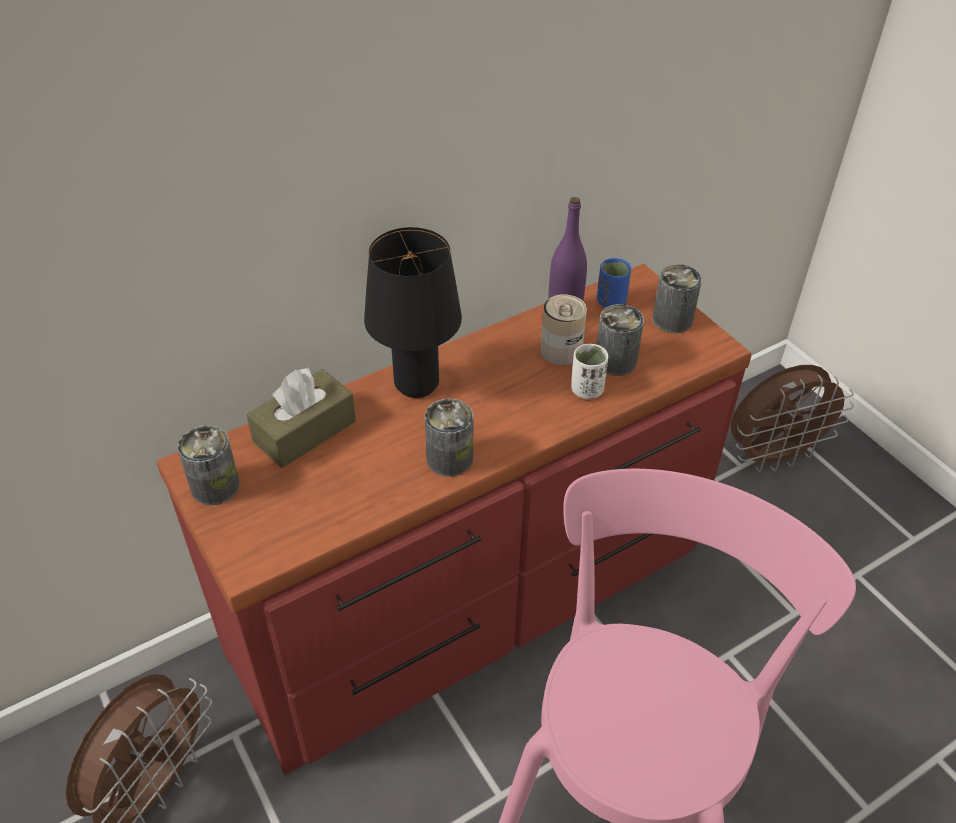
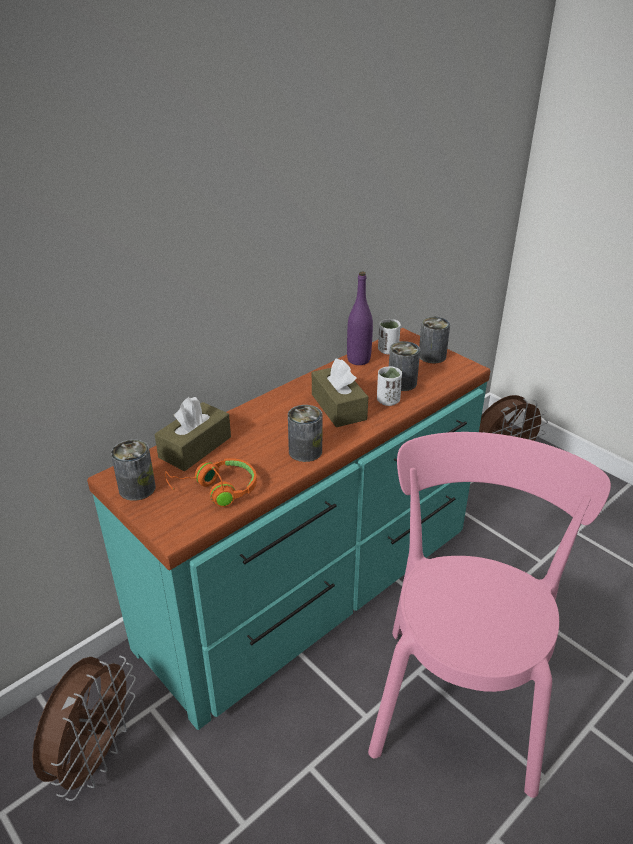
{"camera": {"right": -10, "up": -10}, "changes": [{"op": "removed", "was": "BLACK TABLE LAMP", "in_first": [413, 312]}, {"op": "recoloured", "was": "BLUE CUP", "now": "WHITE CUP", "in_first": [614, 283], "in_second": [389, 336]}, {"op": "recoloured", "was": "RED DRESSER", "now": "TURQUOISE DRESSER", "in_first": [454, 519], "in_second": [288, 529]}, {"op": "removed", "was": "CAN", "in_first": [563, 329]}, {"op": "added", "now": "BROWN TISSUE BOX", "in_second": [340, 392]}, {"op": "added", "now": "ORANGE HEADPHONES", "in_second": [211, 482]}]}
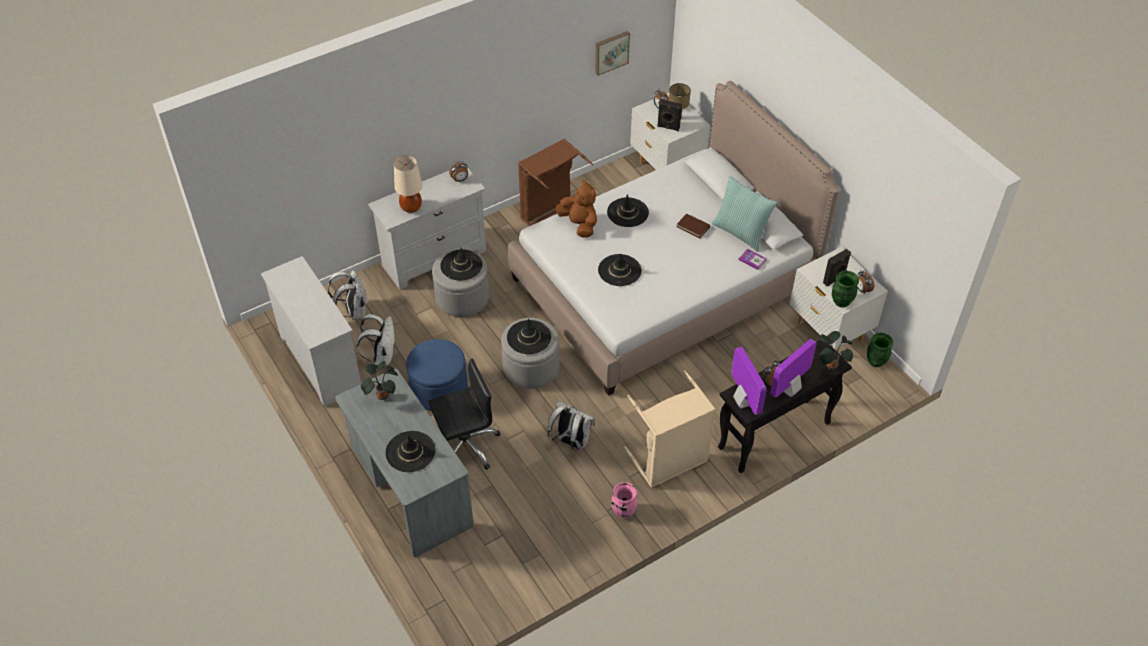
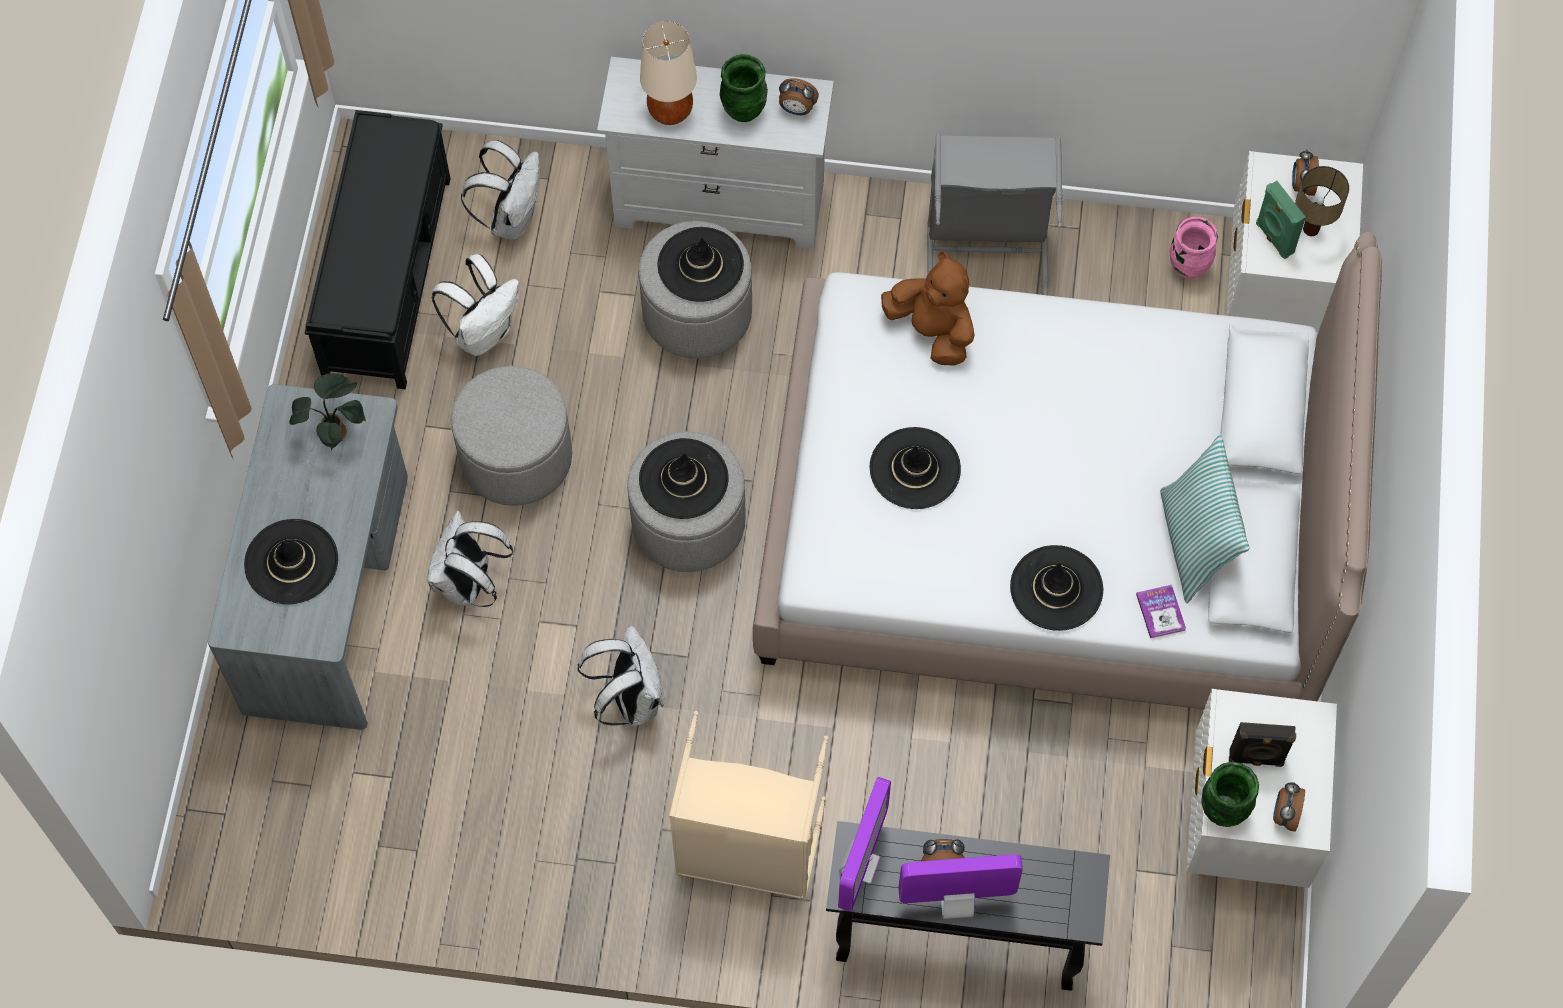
{"camera": {"right": 40, "up": 15}, "changes": [{"op": "removed", "was": "PICTURE", "in_first": [612, 53]}, {"op": "recoloured", "was": "BLACK SPEAKER", "now": "GREEN SPEAKER", "in_first": [669, 115], "in_second": [1281, 220]}, {"op": "recoloured", "was": "BROWN LAUNDRY BASKET", "now": "GREY LAUNDRY BASKET", "in_first": [555, 182], "in_second": [995, 215]}, {"op": "turned", "was": "BROWN PLUSH TOY", "in_first": [576, 209], "in_second": [928, 308], "clockwise": -45}, {"op": "moved", "was": "BLACK HAT", "in_first": [628, 210], "in_second": [1056, 588]}, {"op": "removed", "was": "BROWN BOOK", "in_first": [693, 226]}, {"op": "replaced", "was": "WHITE DRESSER", "now": "BLACK BENCH", "in_first": [311, 331], "in_second": [378, 249]}, {"op": "removed", "was": "POTTED PLANT", "in_first": [836, 350]}, {"op": "moved", "was": "GREEN VASE", "in_first": [880, 349], "in_second": [744, 88]}, {"op": "recoloured", "was": "BLUE OTTOMAN", "now": "GREY OTTOMAN", "in_first": [437, 375], "in_second": [511, 436]}, {"op": "replaced", "was": "BLACK OFFICE CHAIR", "now": "WHITE BACKPACK", "in_first": [464, 414], "in_second": [470, 559]}, {"op": "moved", "was": "PINK VASE", "in_first": [624, 500], "in_second": [1194, 248]}]}
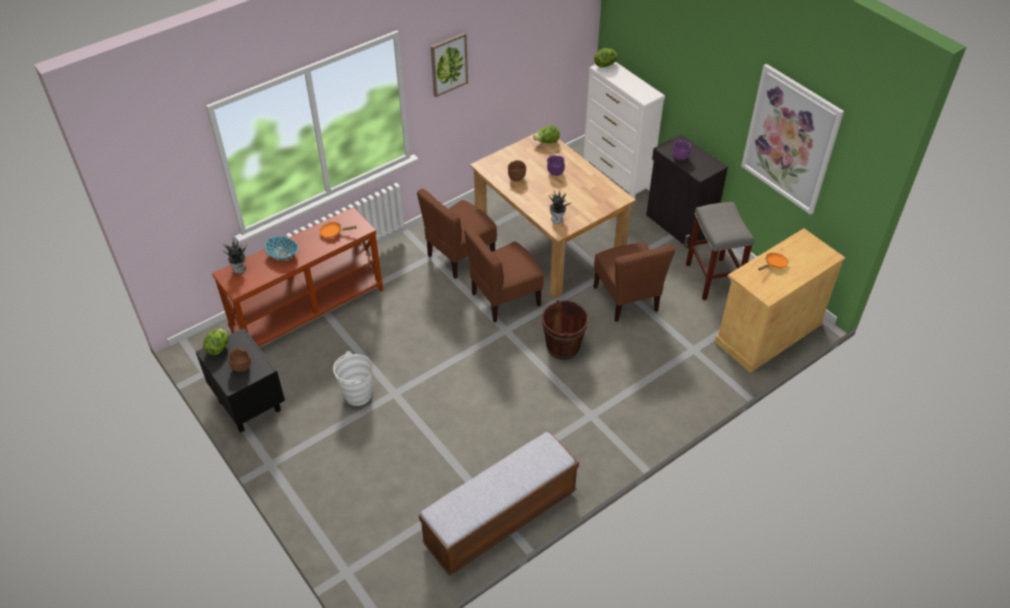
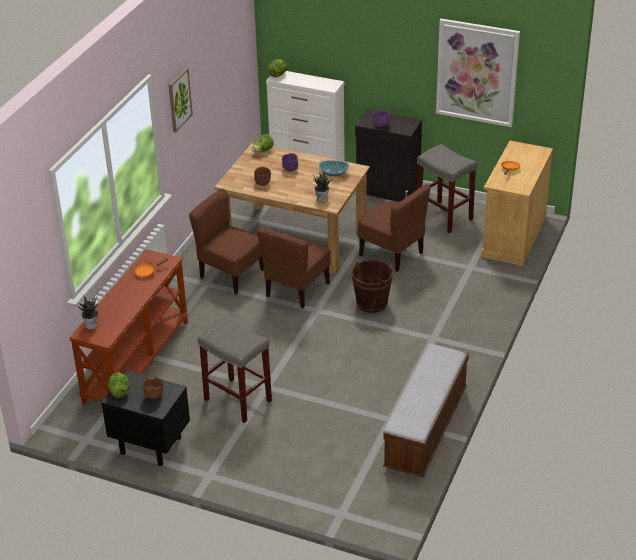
{"camera": {"right": -30, "up": -10}, "changes": [{"op": "turned", "was": "BROWN CHAIR", "in_first": [457, 234], "in_second": [226, 241], "clockwise": 105}, {"op": "moved", "was": "BOWL", "in_first": [281, 248], "in_second": [334, 168]}, {"op": "replaced", "was": "WHITE BUCKET", "now": "GREY STOOL", "in_first": [353, 378], "in_second": [235, 370]}]}
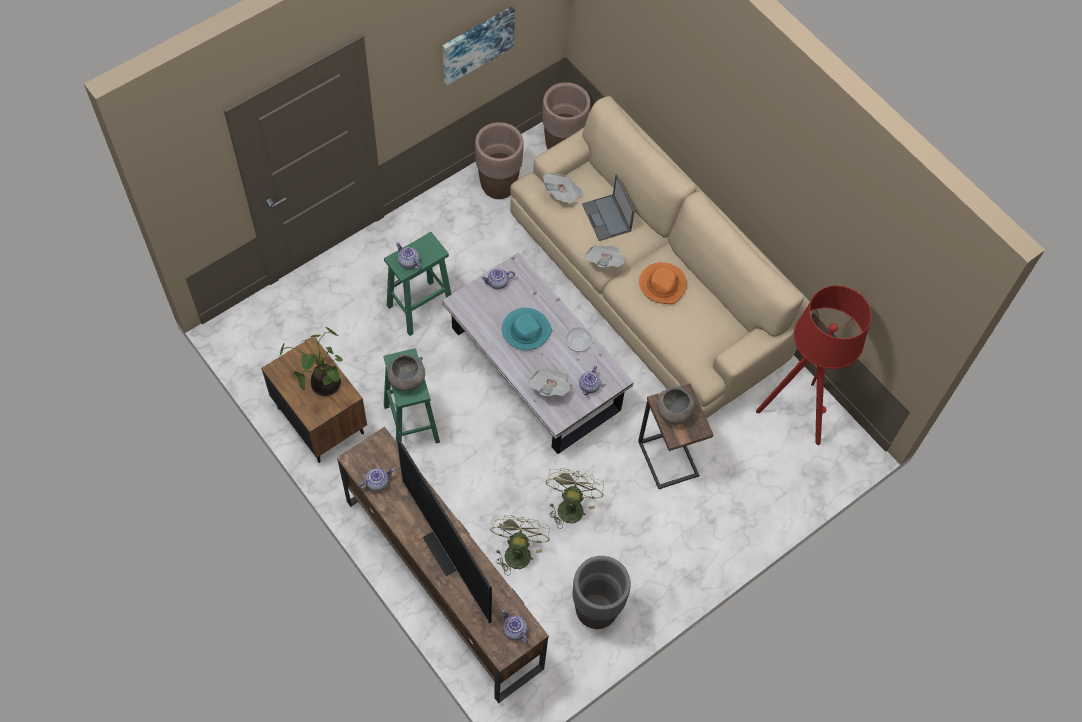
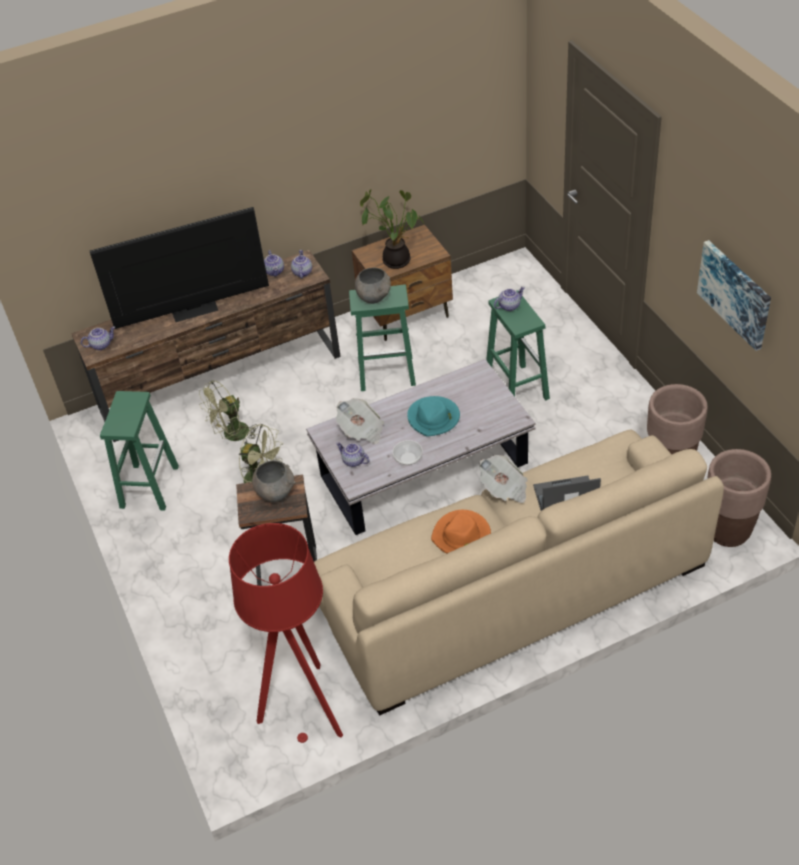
{"camera": {"right": 110, "up": -15}, "changes": [{"op": "removed", "was": "NEWSPAPER", "in_first": [563, 188]}, {"op": "moved", "was": "TEAPOT", "in_first": [498, 278], "in_second": [301, 264]}, {"op": "turned", "was": "GREEN FAN", "in_first": [520, 545], "in_second": [228, 412], "clockwise": 120}, {"op": "replaced", "was": "GREY PLANTER", "now": "GREEN STOOL", "in_first": [601, 592], "in_second": [139, 451]}]}
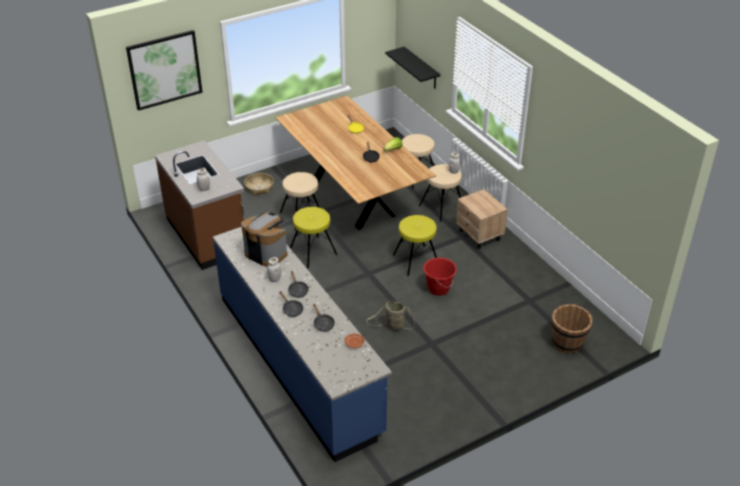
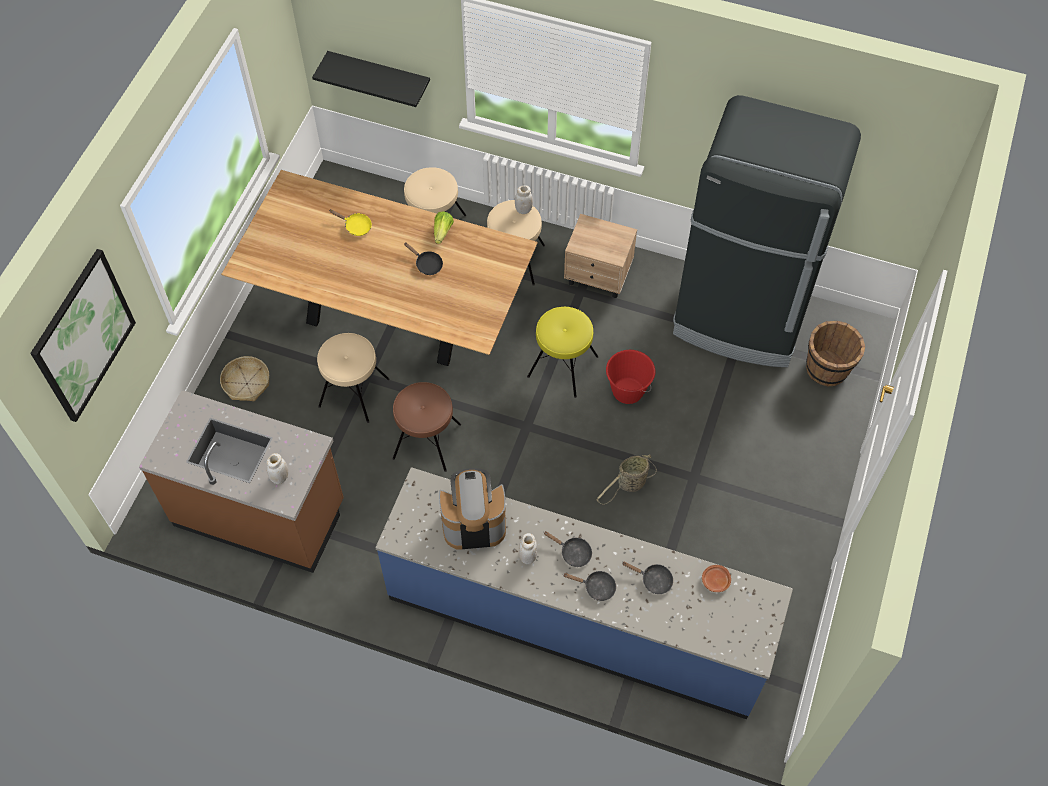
{"camera": {"right": -40, "up": 20}, "changes": [{"op": "recoloured", "was": "YELLOW STOOL", "now": "BROWN STOOL", "in_first": [313, 237], "in_second": [426, 427]}, {"op": "added", "now": "BLACK FRIDGE", "in_second": [767, 231]}]}
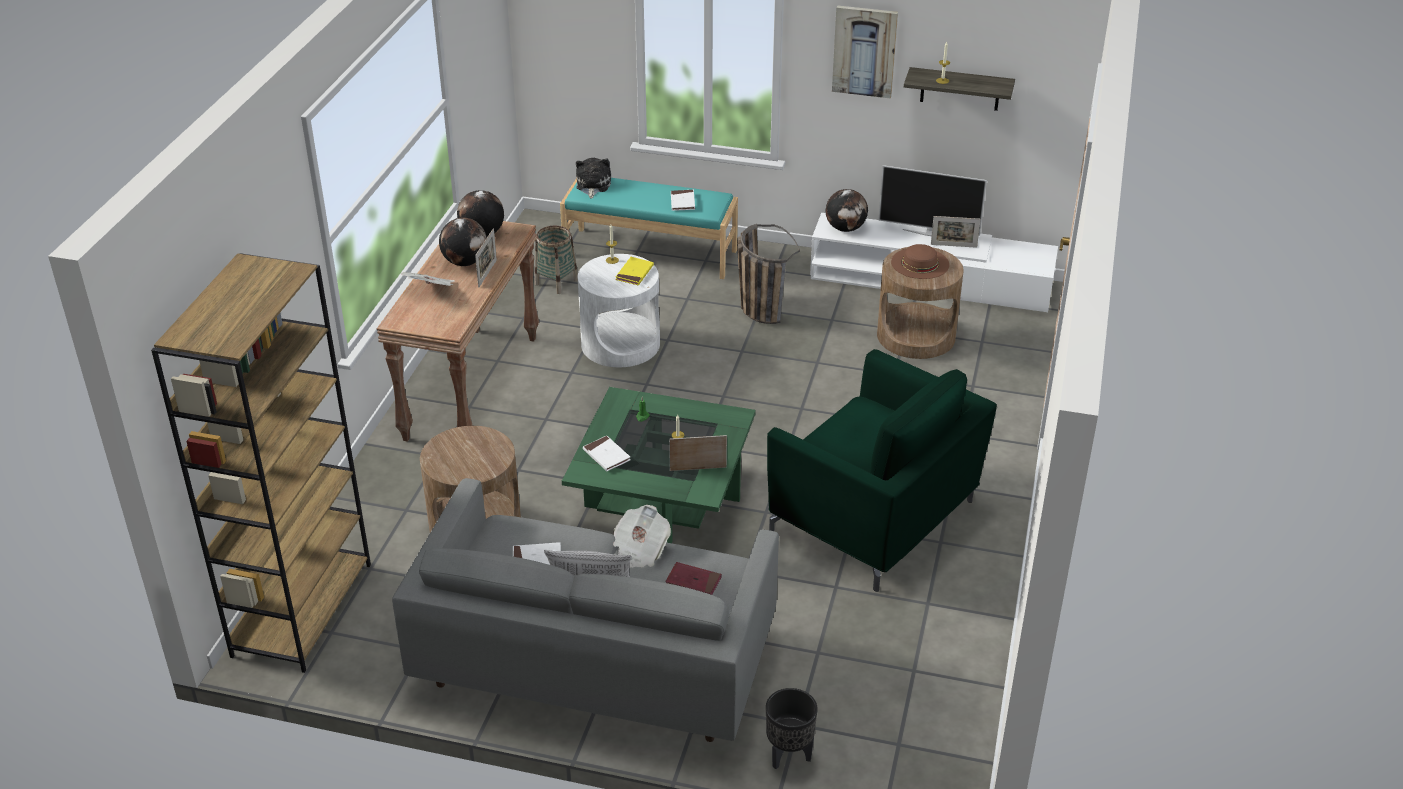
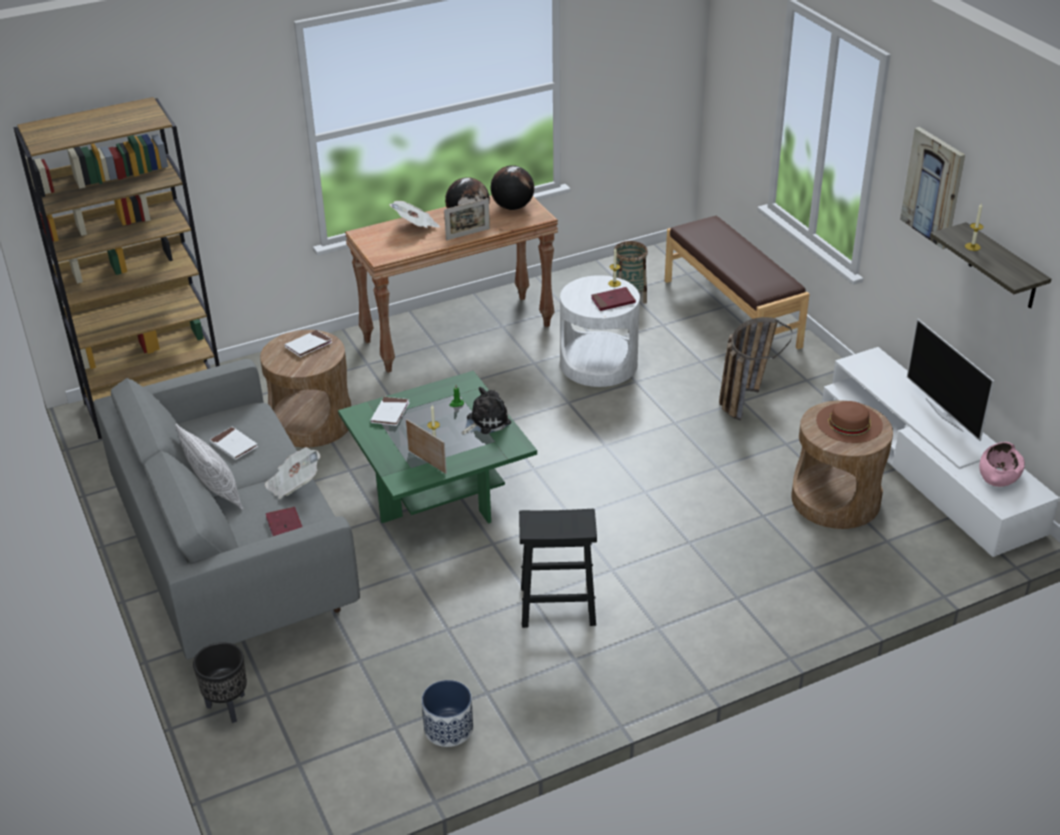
{"camera": {"right": 50, "up": 0}, "changes": [{"op": "moved", "was": "PLUSH TOY", "in_first": [593, 178], "in_second": [486, 410]}, {"op": "recoloured", "was": "TURQUOISE BENCH", "now": "BROWN BENCH", "in_first": [649, 228], "in_second": [737, 282]}, {"op": "removed", "was": "GLOBE", "in_first": [847, 210]}, {"op": "moved", "was": "WHITE BOOK", "in_first": [683, 200], "in_second": [308, 343]}, {"op": "removed", "was": "PICTURE FRAME", "in_first": [956, 232]}, {"op": "recoloured", "was": "YELLOW BOOK", "now": "RED BOOK", "in_first": [634, 271], "in_second": [613, 299]}, {"op": "replaced", "was": "GREEN ARMCHAIR", "now": "BLACK STOOL", "in_first": [882, 470], "in_second": [558, 568]}, {"op": "added", "now": "PINK BOWL", "in_second": [1002, 464]}, {"op": "added", "now": "PLANTER", "in_second": [447, 713]}]}
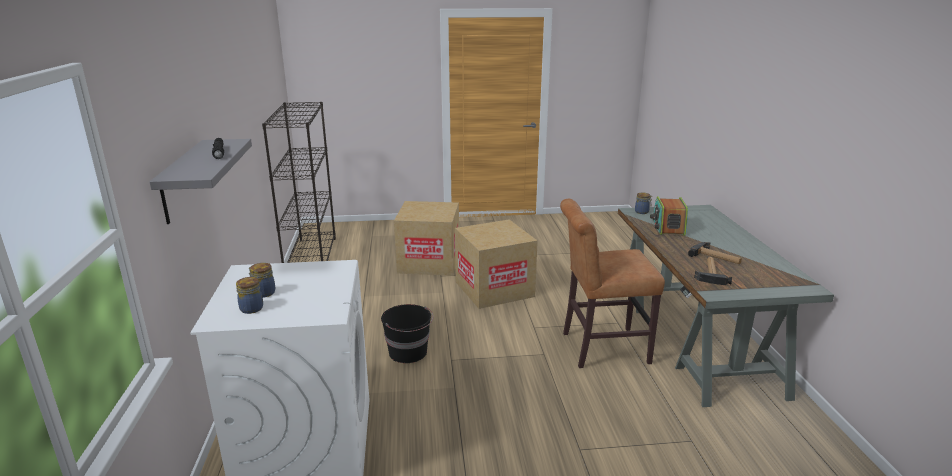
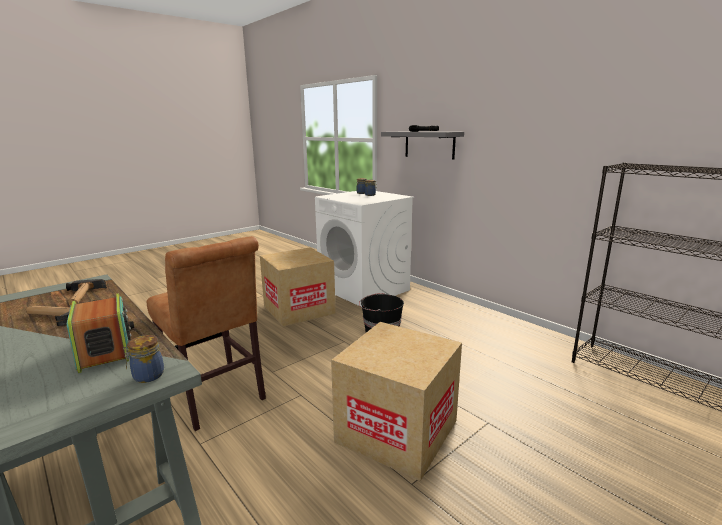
{"camera": {"right": 145, "up": -5}, "changes": [{"op": "turned", "was": "BROWN CHAIR", "in_first": [612, 283], "in_second": [206, 333], "clockwise": 90}, {"op": "moved", "was": "CARDBOARD BOX", "in_first": [426, 238], "in_second": [298, 287]}]}
